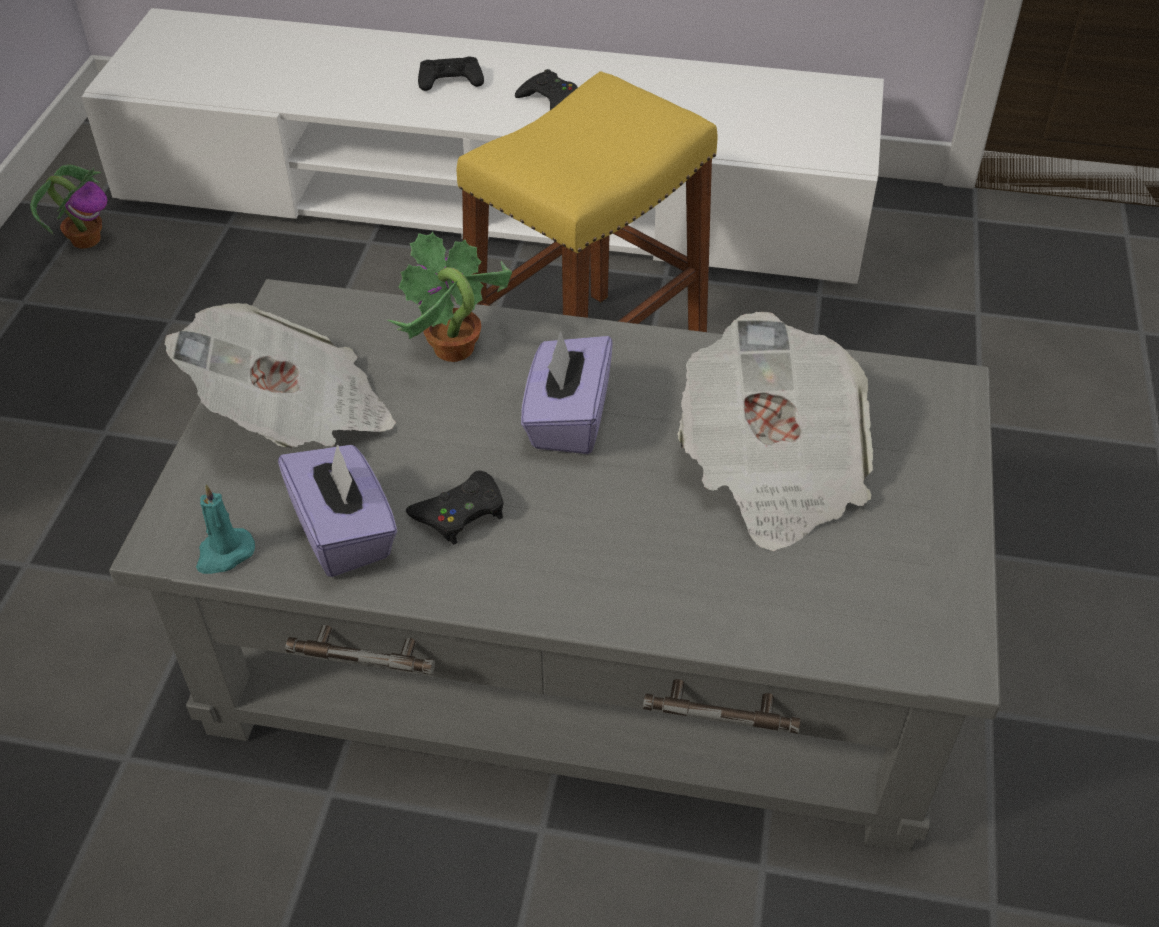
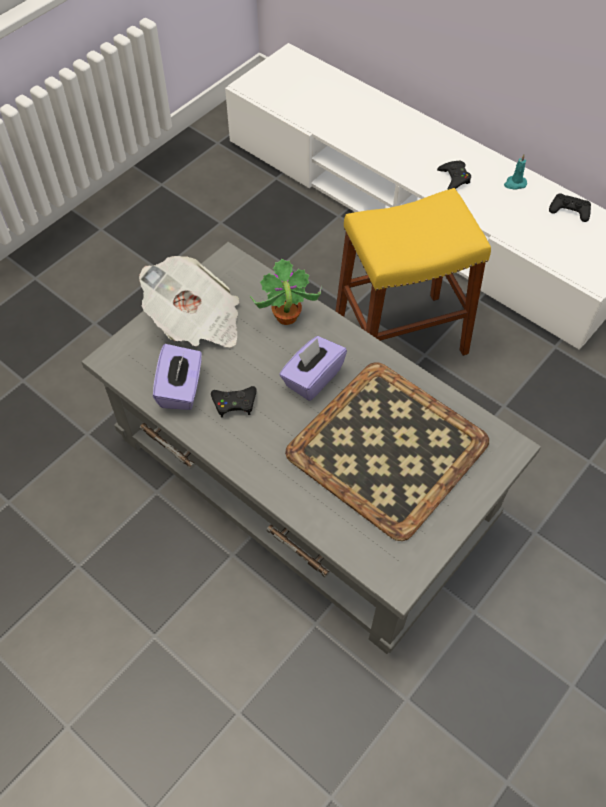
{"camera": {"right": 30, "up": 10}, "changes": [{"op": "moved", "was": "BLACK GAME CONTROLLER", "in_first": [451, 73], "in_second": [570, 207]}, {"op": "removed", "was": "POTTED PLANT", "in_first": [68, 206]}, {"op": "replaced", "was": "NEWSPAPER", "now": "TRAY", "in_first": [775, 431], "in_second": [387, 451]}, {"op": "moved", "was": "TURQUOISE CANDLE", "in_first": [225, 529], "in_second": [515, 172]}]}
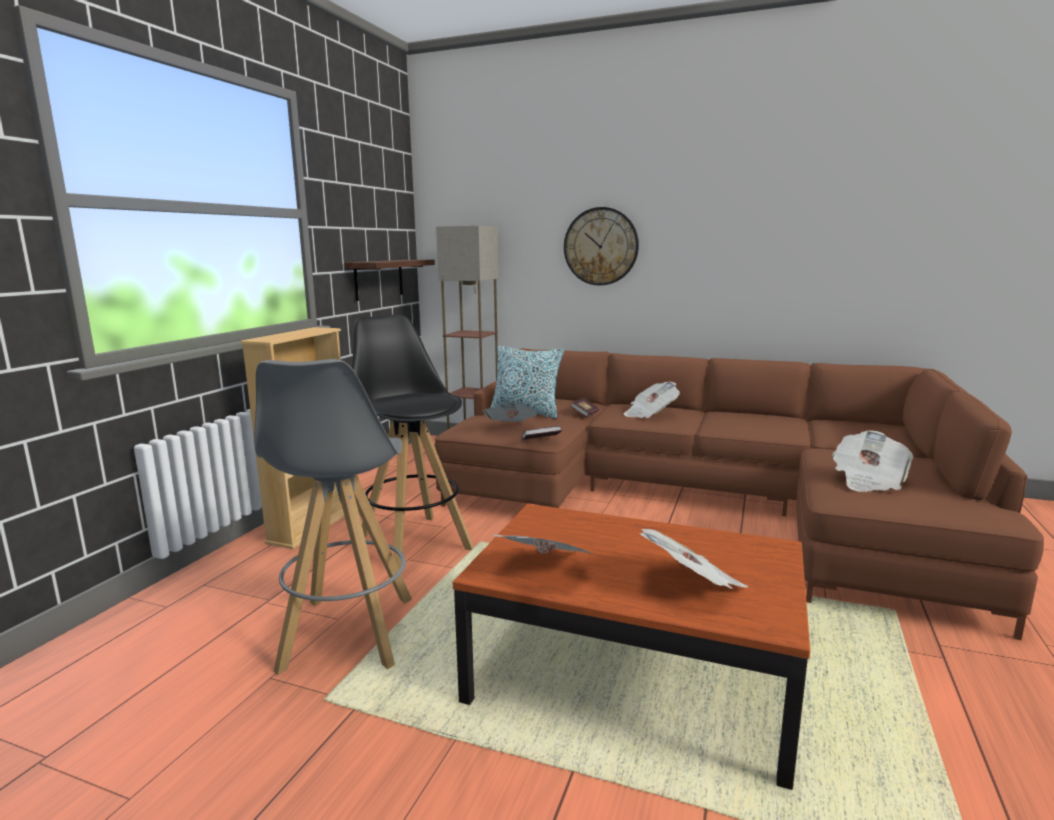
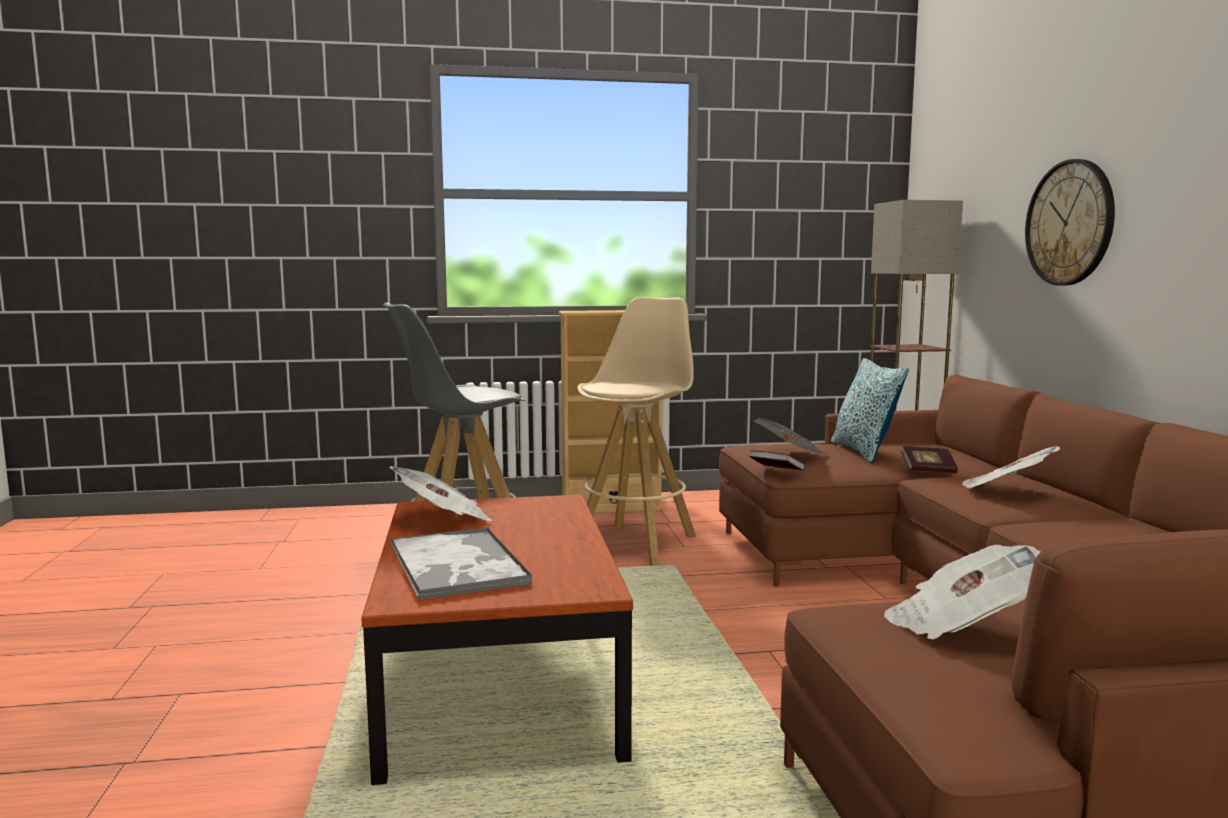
{"camera": {"right": 60, "up": -5}, "changes": [{"op": "removed", "was": "SHELF", "in_first": [390, 280]}, {"op": "recoloured", "was": "BLACK STOOL", "now": "BEIGE STOOL", "in_first": [413, 441], "in_second": [636, 431]}, {"op": "replaced", "was": "NEWSPAPER", "now": "TRAY", "in_first": [693, 559], "in_second": [461, 563]}]}
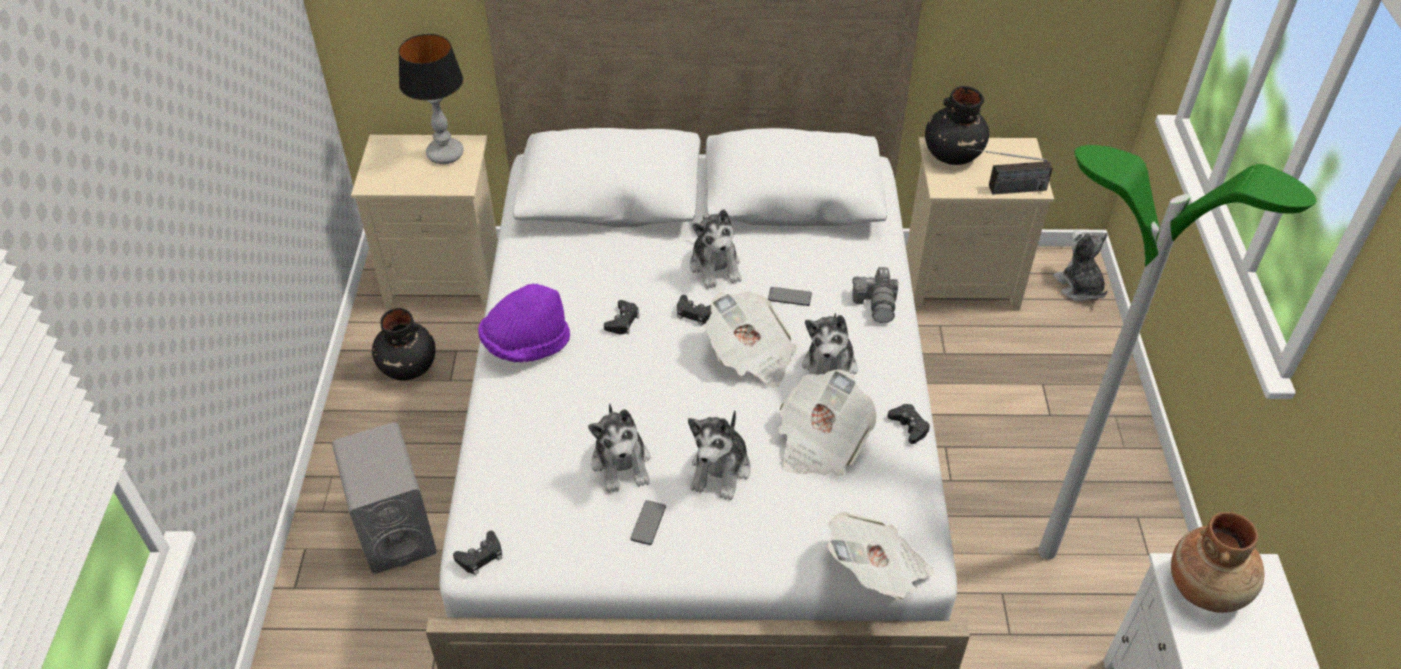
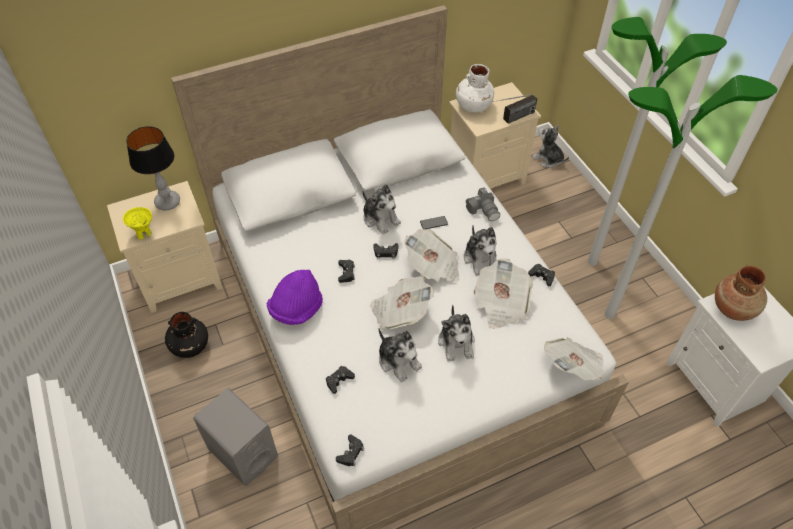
{"camera": {"right": -25, "up": 5}, "changes": [{"op": "recoloured", "was": "BLACK VASE", "now": "WHITE VASE", "in_first": [957, 125], "in_second": [475, 88]}, {"op": "removed", "was": "PHONE", "in_first": [648, 522]}, {"op": "added", "now": "FLOOR LAMP", "in_second": [657, 141]}, {"op": "added", "now": "YELLOW BOWL", "in_second": [137, 223]}, {"op": "added", "now": "NEWSPAPER", "in_second": [402, 303]}, {"op": "added", "now": "BLACK GAME CONTROLLER", "in_second": [340, 380]}]}
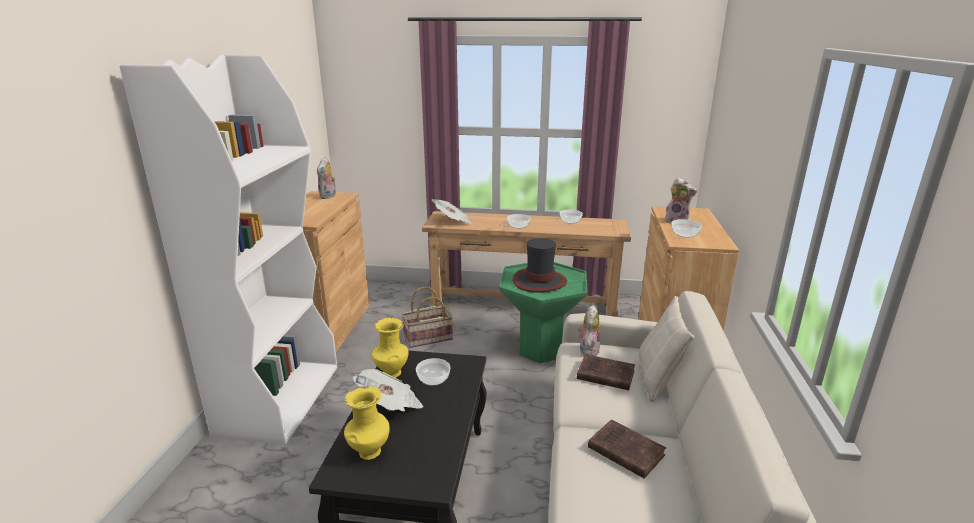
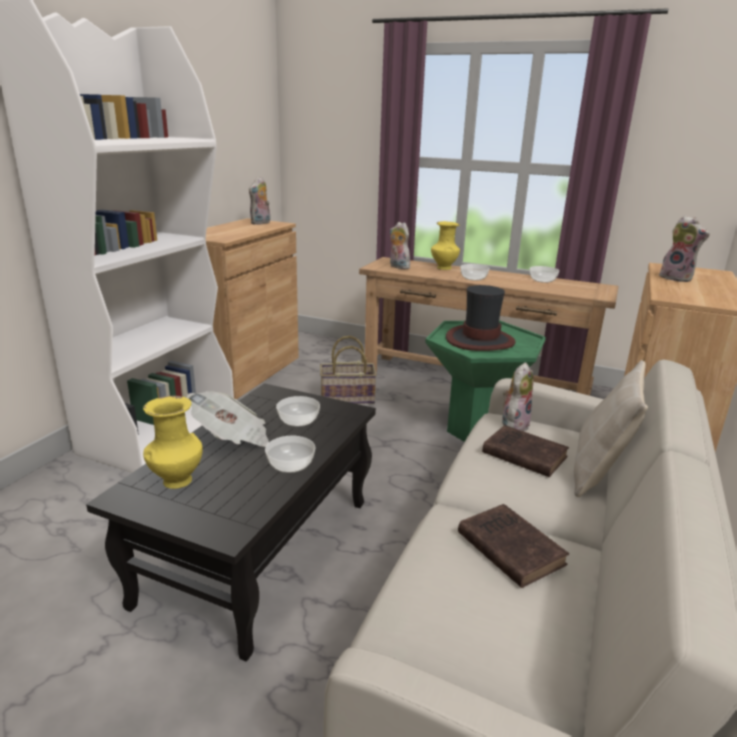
{"camera": {"right": 15, "up": 0}, "changes": [{"op": "replaced", "was": "NEWSPAPER", "now": "PLUSH TOY", "in_first": [452, 211], "in_second": [400, 245]}, {"op": "moved", "was": "BOWL", "in_first": [686, 228], "in_second": [290, 454]}, {"op": "moved", "was": "YELLOW VASE", "in_first": [390, 348], "in_second": [445, 245]}]}
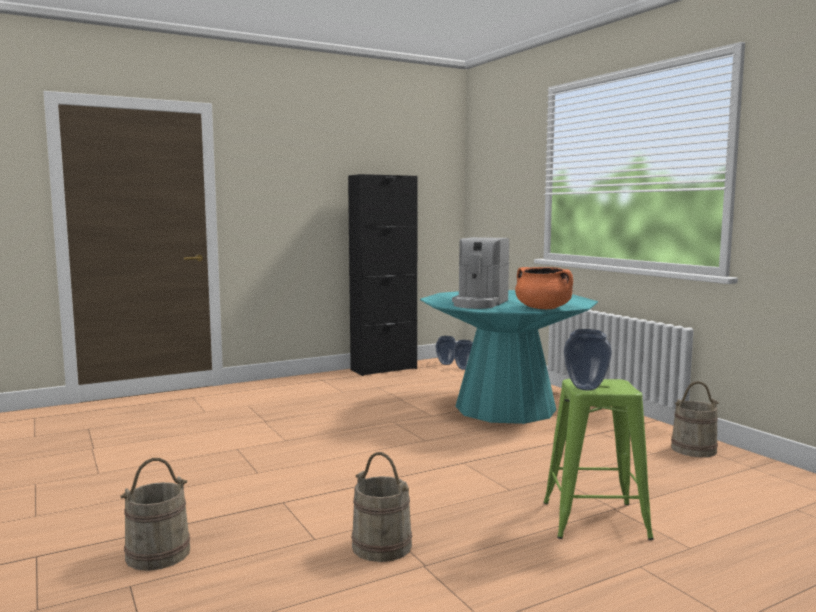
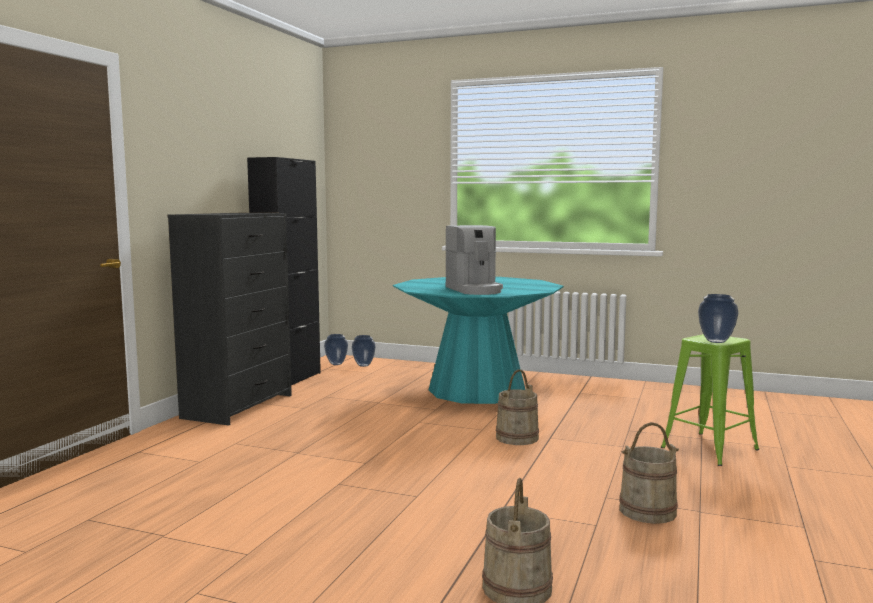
{"camera": {"right": -40, "up": 0}, "changes": [{"op": "removed", "was": "ORANGE COOKING POT", "in_first": [544, 288]}, {"op": "moved", "was": "BEIGE BUCKET", "in_first": [695, 419], "in_second": [517, 407]}, {"op": "added", "now": "BLACK DRESSER", "in_second": [229, 319]}]}
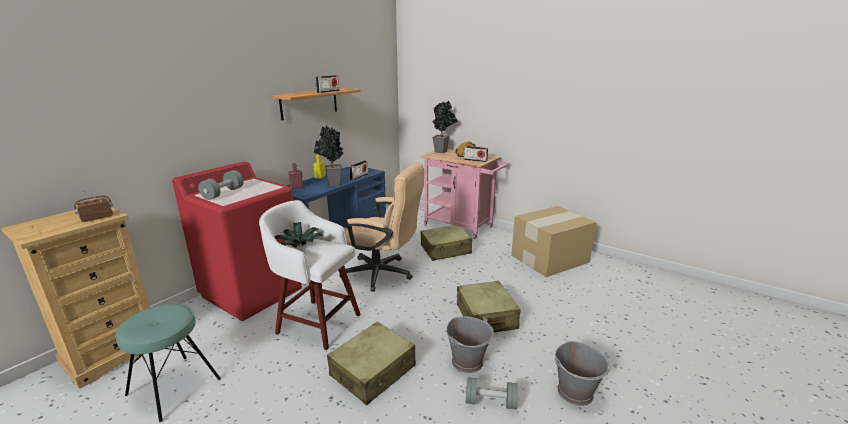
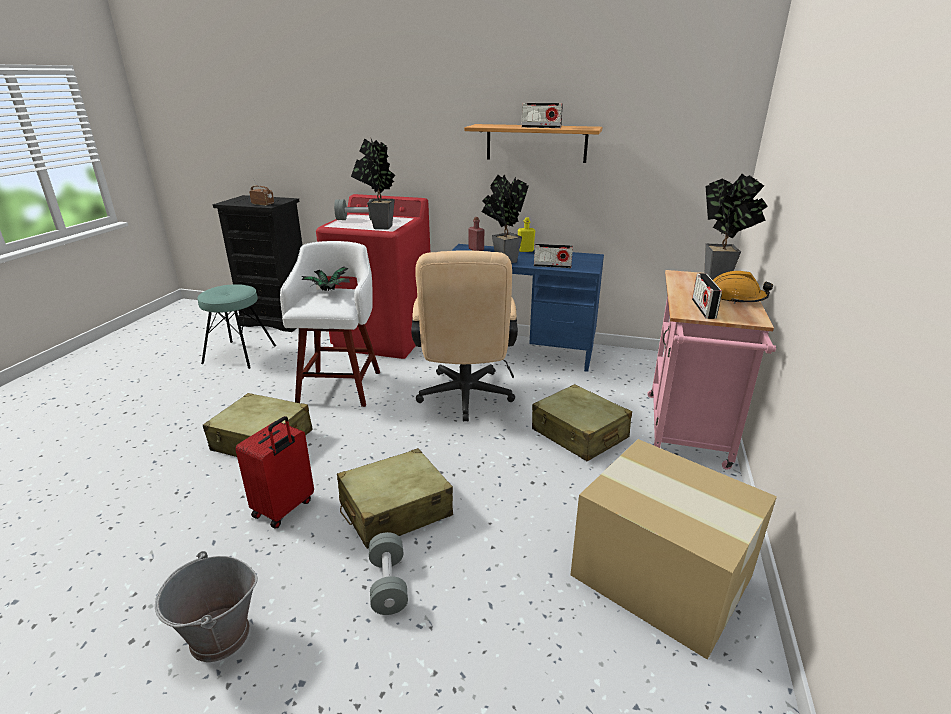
{"camera": {"right": 70, "up": 5}, "changes": [{"op": "recoloured", "was": "BEIGE DRESSER", "now": "BLACK DRESSER", "in_first": [75, 298], "in_second": [257, 263]}, {"op": "replaced", "was": "GREY BUCKET", "now": "RED SUITCASE", "in_first": [470, 344], "in_second": [274, 472]}, {"op": "moved", "was": "GREY DUMBBELL", "in_first": [492, 393], "in_second": [388, 573]}, {"op": "added", "now": "POTTED PLANT", "in_second": [373, 184]}]}
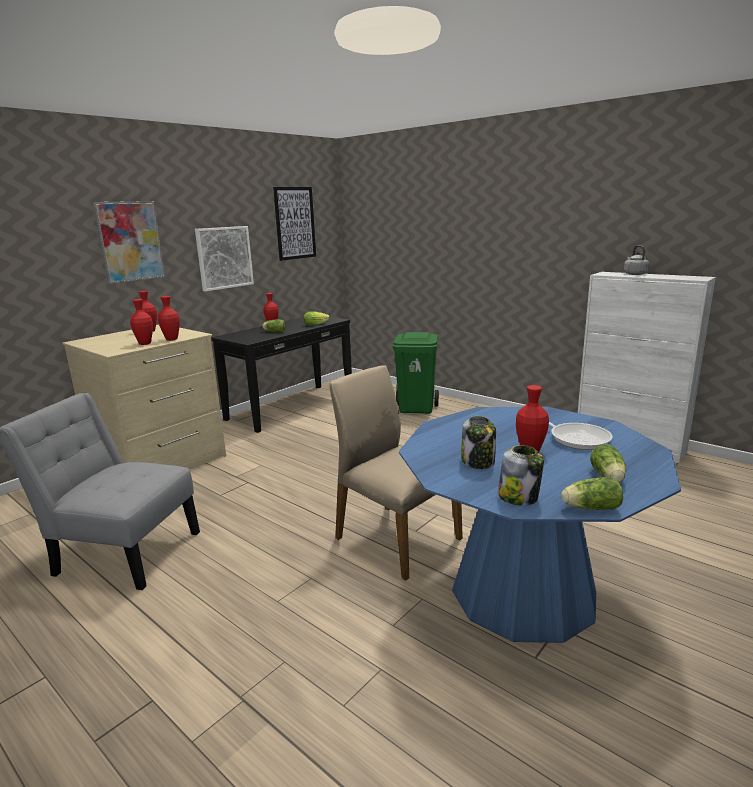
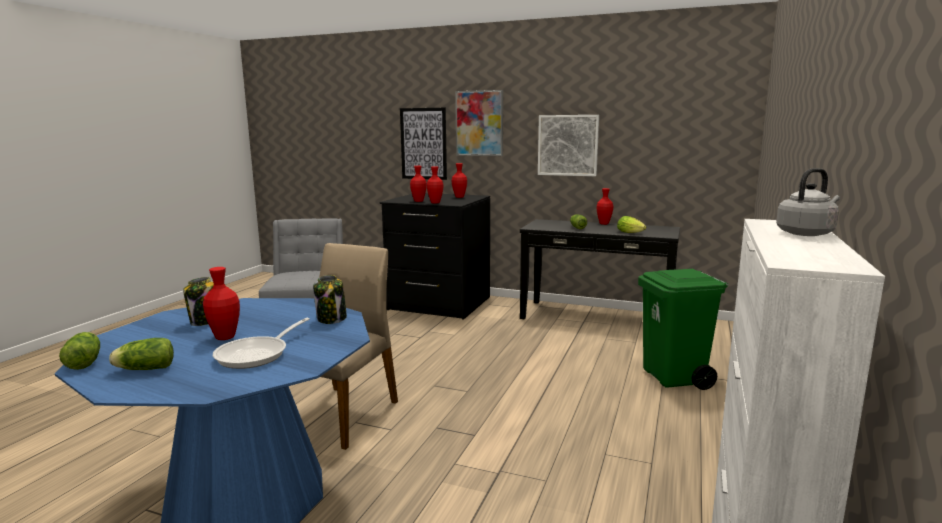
{"camera": {"right": 70, "up": -5}, "changes": [{"op": "moved", "was": "PICTURE", "in_first": [294, 224], "in_second": [423, 144]}, {"op": "recoloured", "was": "BEIGE DRESSER", "now": "BLACK DRESSER", "in_first": [144, 397], "in_second": [434, 256]}, {"op": "moved", "was": "JAR", "in_first": [521, 475], "in_second": [330, 299]}]}
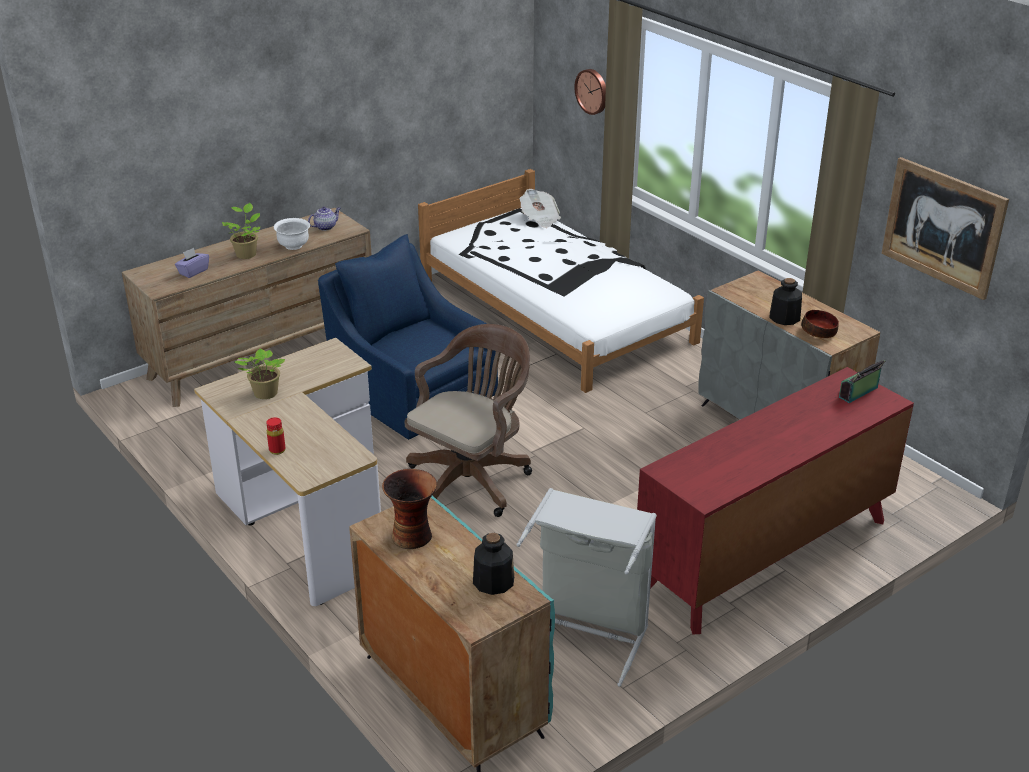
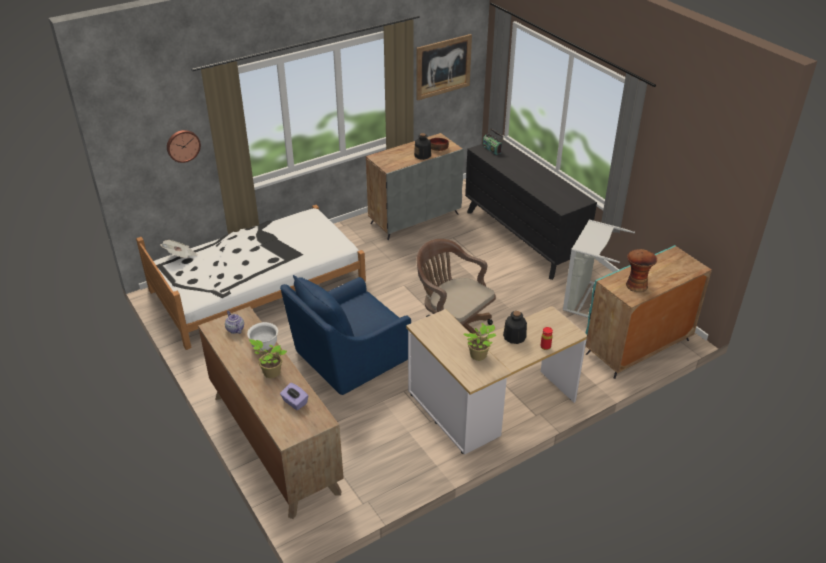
{"camera": {"right": -85, "up": 5}, "changes": [{"op": "recoloured", "was": "RED DRESSER", "now": "BLACK DRESSER", "in_first": [775, 501], "in_second": [531, 209]}, {"op": "moved", "was": "BOTTLE", "in_first": [493, 564], "in_second": [515, 327]}]}
